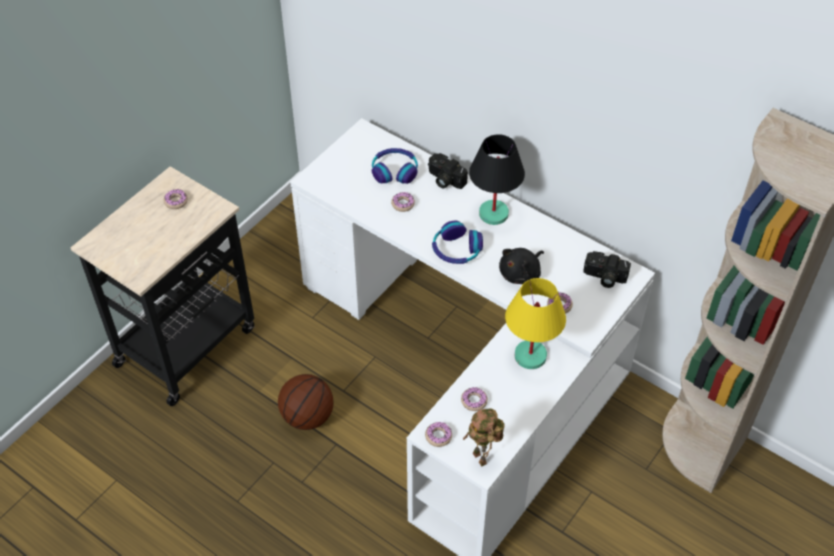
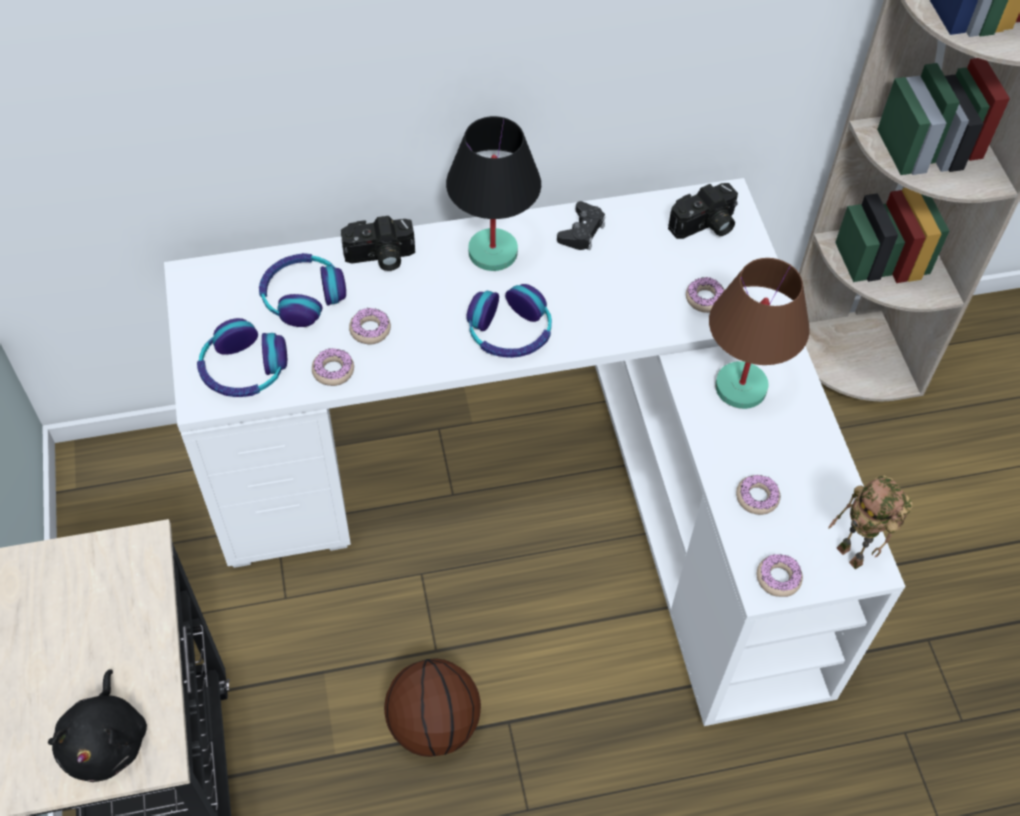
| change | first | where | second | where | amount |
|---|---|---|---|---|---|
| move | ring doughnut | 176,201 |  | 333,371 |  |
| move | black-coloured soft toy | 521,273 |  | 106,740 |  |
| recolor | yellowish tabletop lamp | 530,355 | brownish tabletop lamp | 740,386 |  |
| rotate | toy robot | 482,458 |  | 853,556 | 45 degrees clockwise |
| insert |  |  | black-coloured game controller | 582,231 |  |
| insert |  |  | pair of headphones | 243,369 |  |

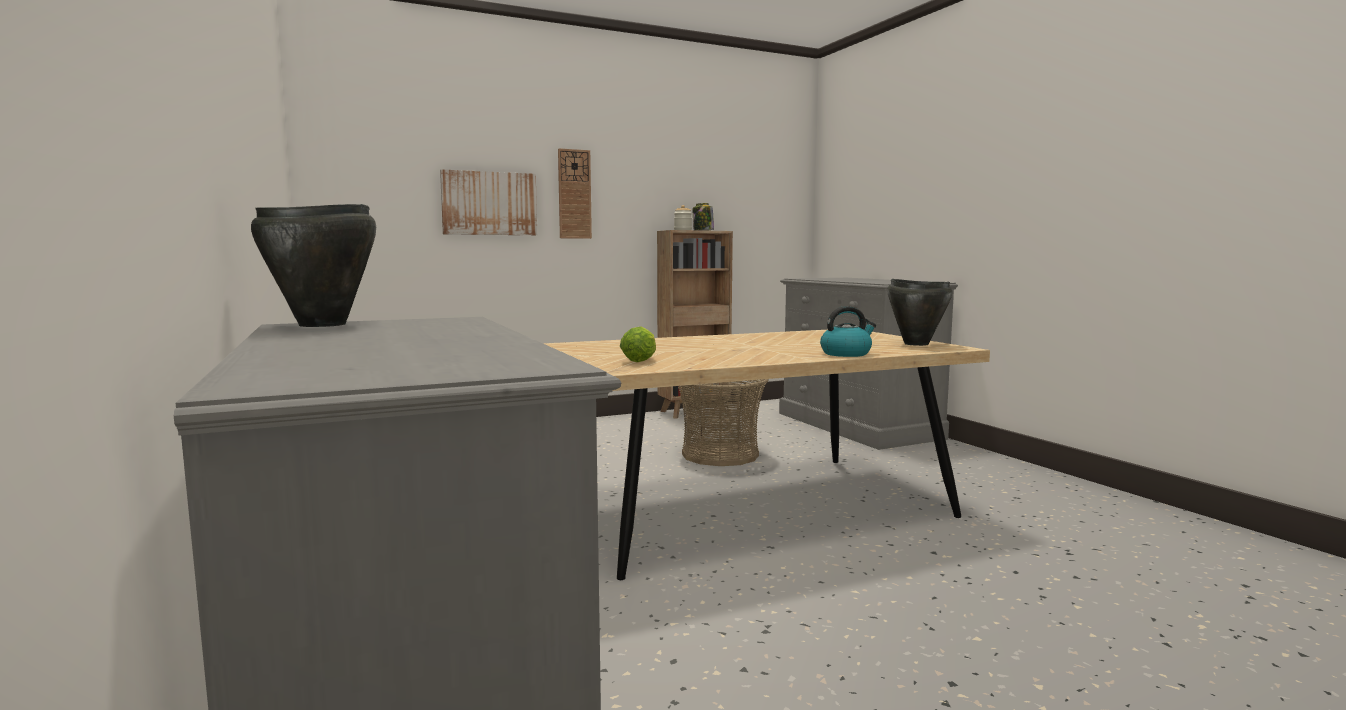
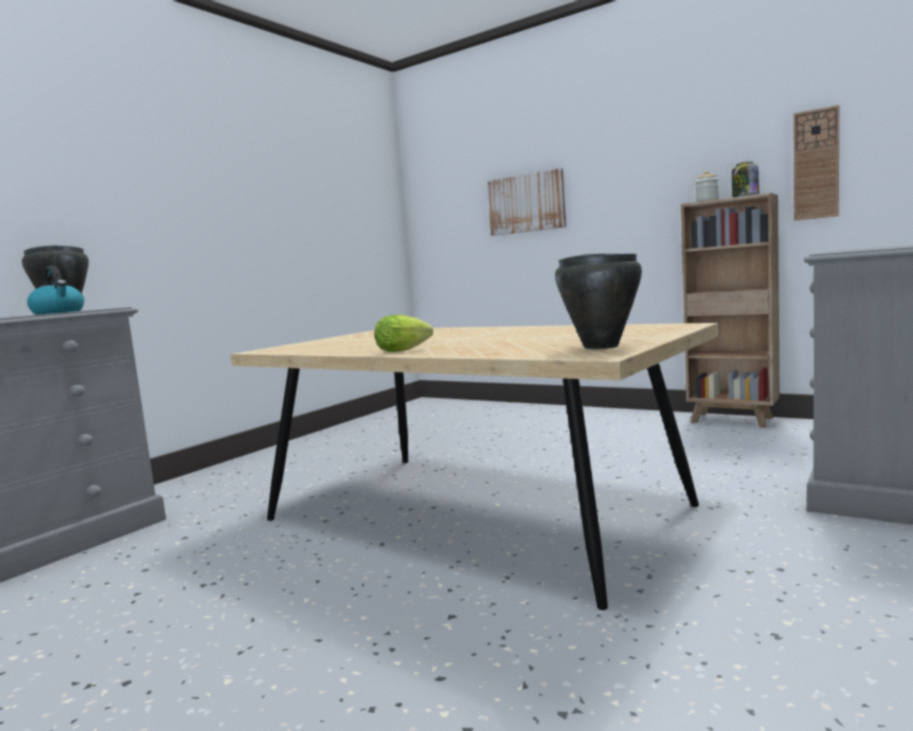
| change | first | where | second | where | amount |
|---|---|---|---|---|---|
| move | clock on the wall | 574,194 |  | 816,164 |  |
| move | kettle | 846,354 |  | 58,312 |  |
| move | head of lettuce | 641,360 |  | 406,350 |  |
| delete | storage basket | 720,455 |  |  |  |

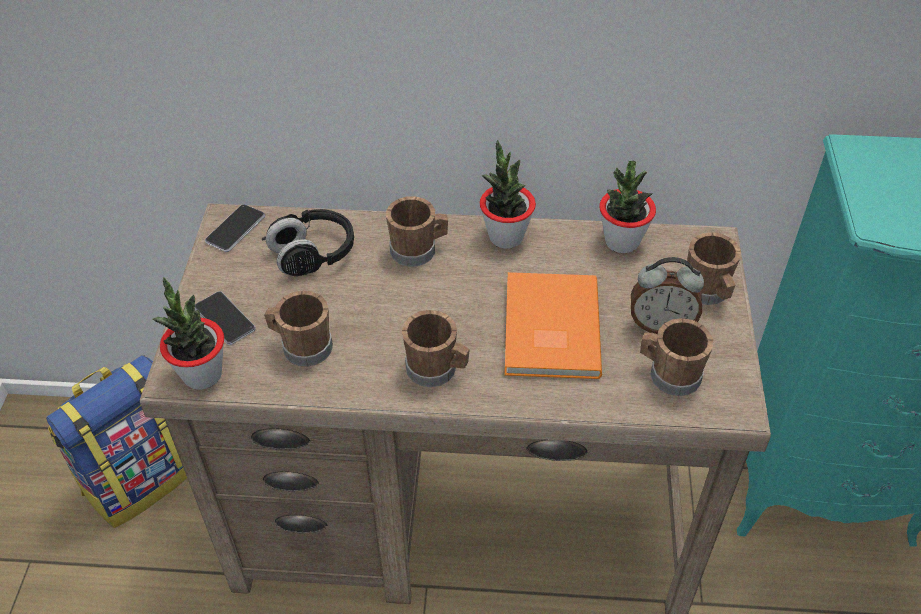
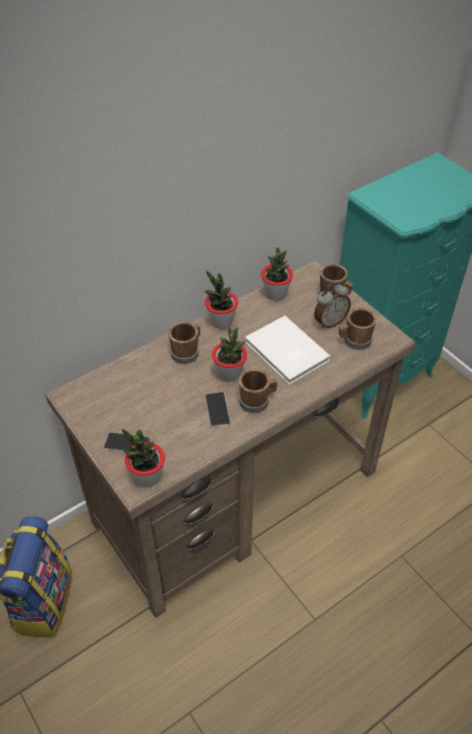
| change | first | where | second | where | amount |
|---|---|---|---|---|---|
| move | telephone | 235,229 |  | 217,410 |  |
| delete | black-coloured pair of headphones | 313,255 |  |  |  |
| recolor | orange-coloured book | 548,329 | white-coloured book | 286,353 |  |
| delete | brownish mug | 302,346 |  |  |  |
| insert |  |  | plant in a pot | 229,374 |  |

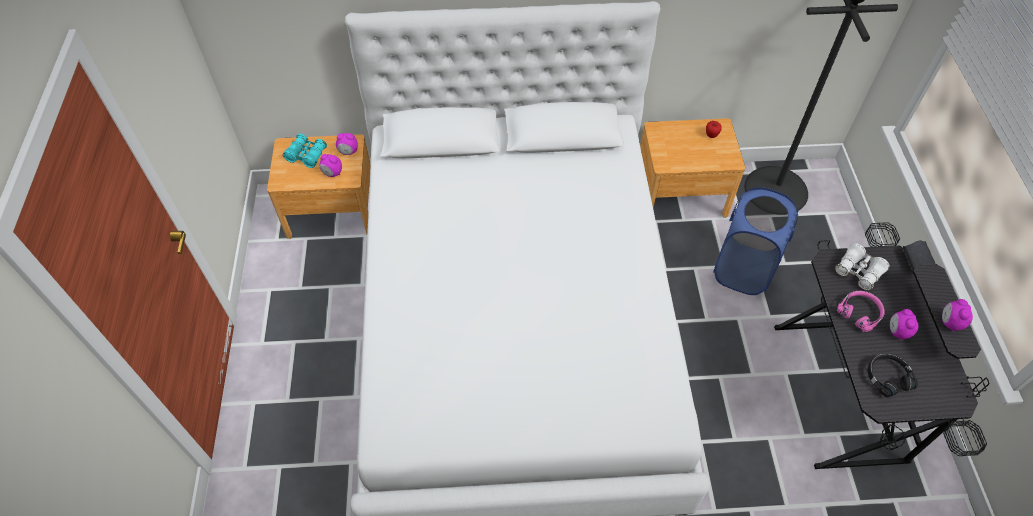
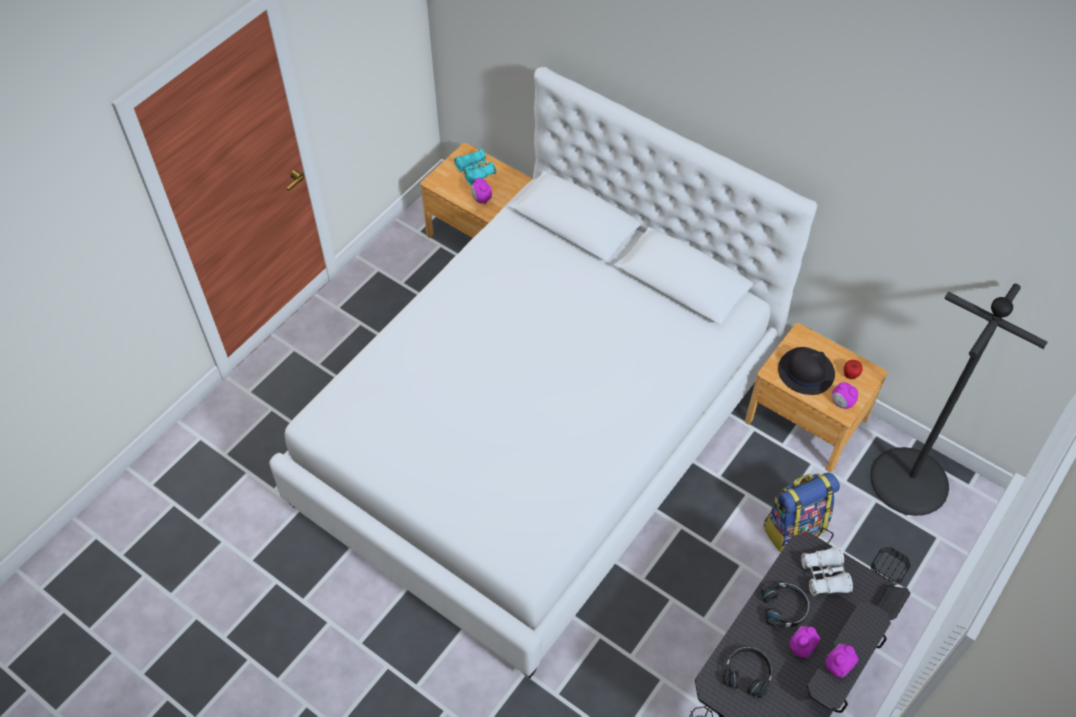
| change | first | where | second | where | amount |
|---|---|---|---|---|---|
| move | bedside clock | 348,152 |  | 841,403 |  |
| replace | blue laundry basket | 742,269 | rucksack | 793,527 |  |
| recolor | pink pair of headphones | 860,312 | black-coloured pair of headphones | 784,607 |  |
| insert |  |  | black-coloured hat | 805,371 |  |

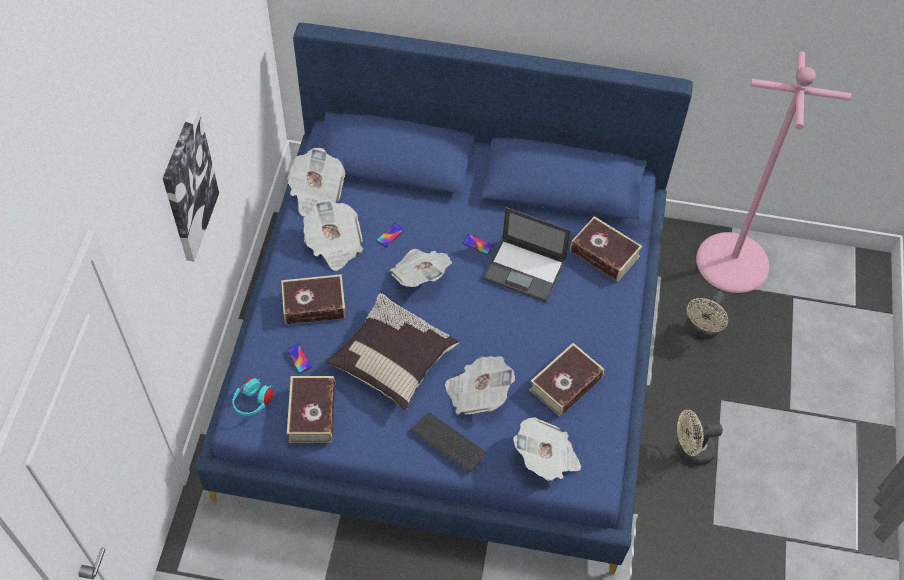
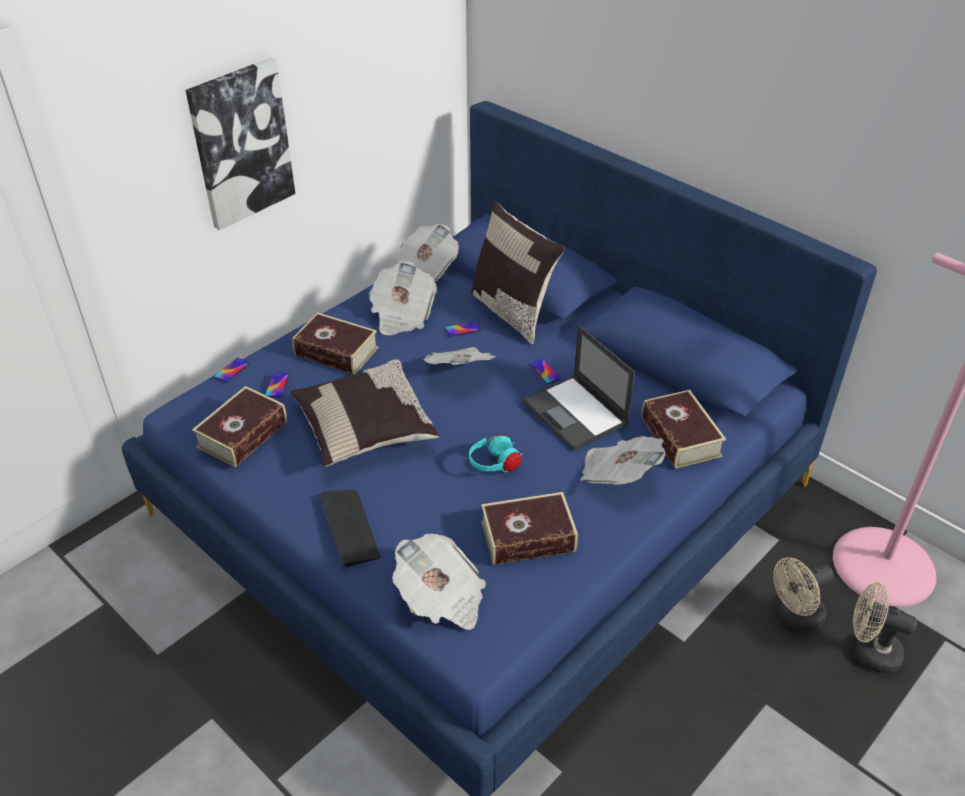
| change | first | where | second | where | amount |
|---|---|---|---|---|---|
| move | printed paper | 477,393 |  | 618,475 |  |
| move | turquoise-coloured pair of headphones | 253,402 |  | 494,465 |  |
| move | beige cooling fan | 691,451 |  | 869,652 |  |
| insert |  |  | throw pillow | 512,312 |  |
| insert |  |  | telephone | 232,370 |  |

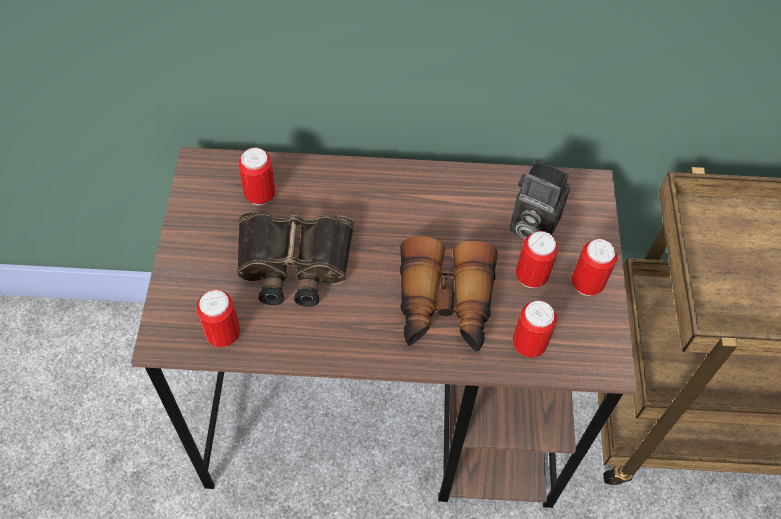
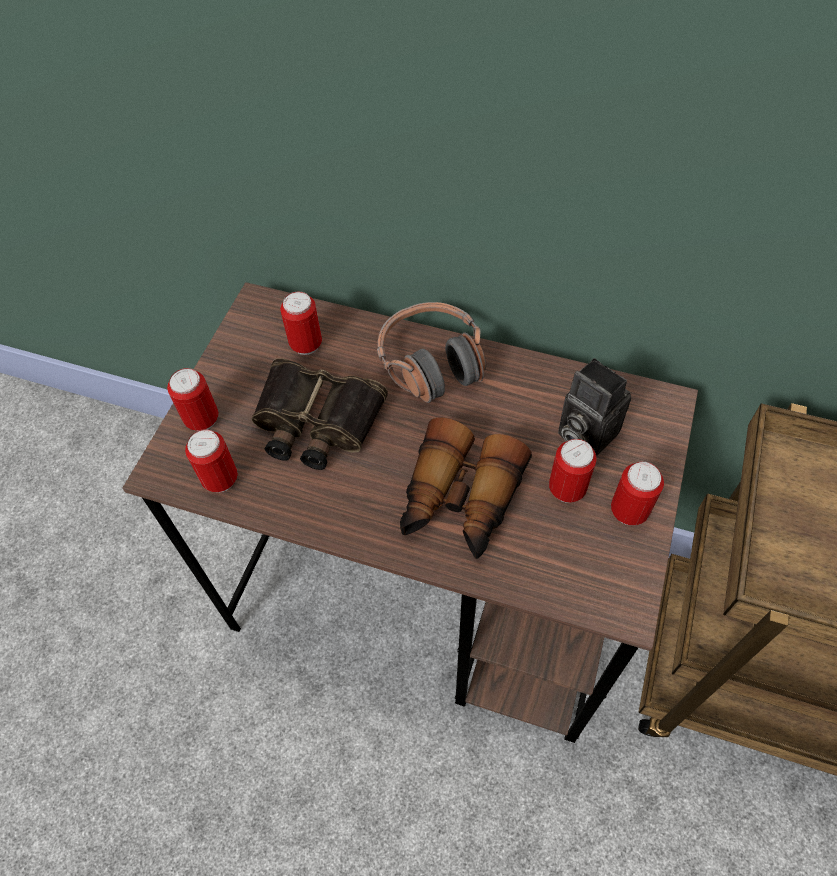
| change | first | where | second | where | amount |
|---|---|---|---|---|---|
| move | can | 528,345 |  | 202,420 |  |
| insert |  |  | pair of headphones | 432,362 |  |

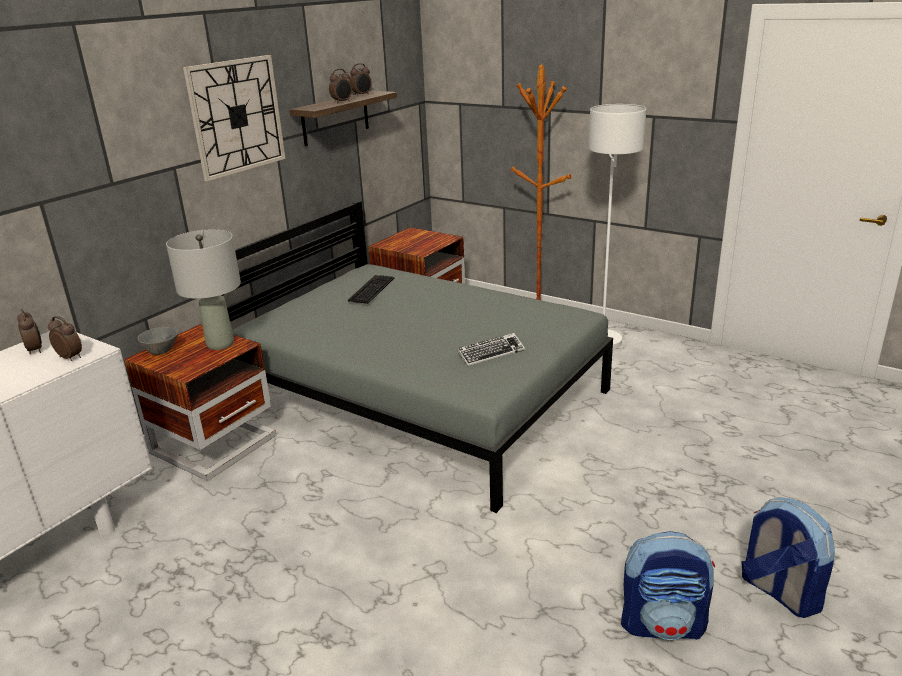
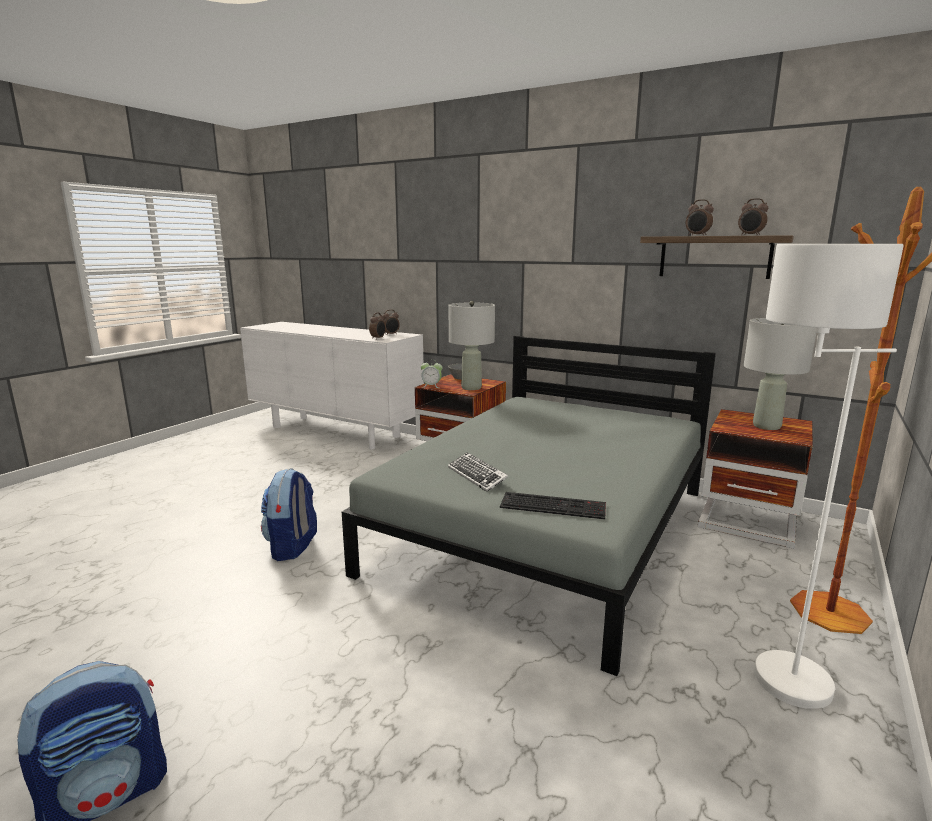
| change | first | where | second | where | amount |
|---|---|---|---|---|---|
| delete | clock on the wall | 236,116 |  |  |  |
| move | computer keyboard | 371,289 |  | 554,505 |  |
| move | rucksack | 663,624 |  | 292,547 |  |
| insert |  |  | grey tabletop lamp | 766,426 |  |
| insert |  |  | bedside clock | 431,386 |  |

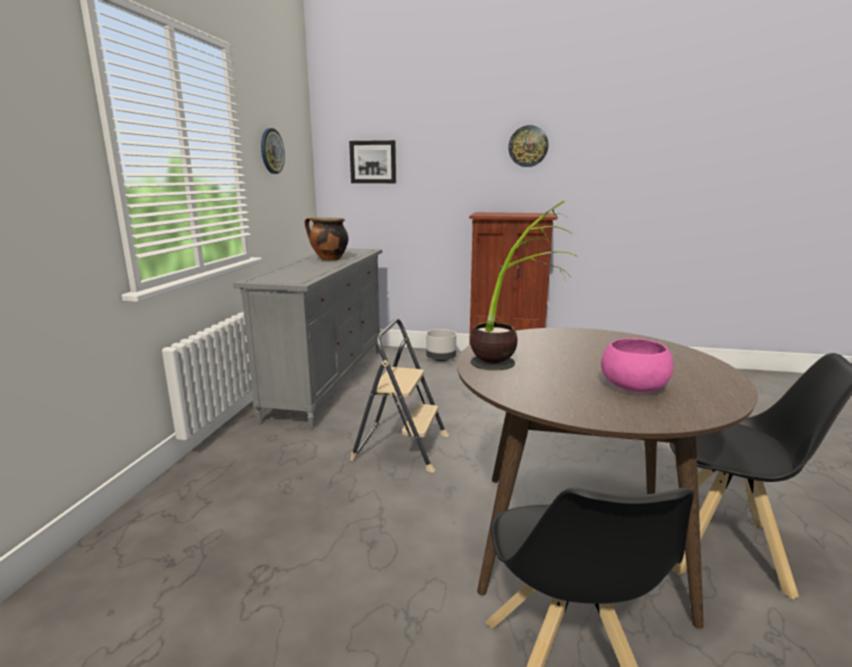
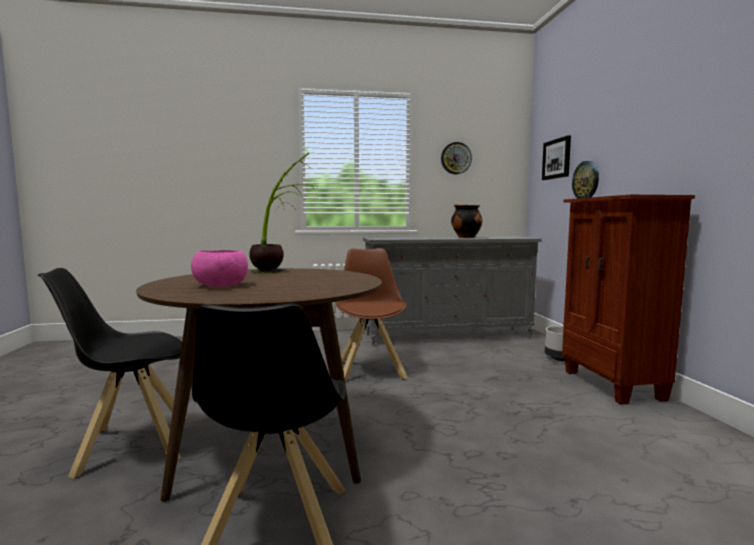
| change | first | where | second | where | amount |
|---|---|---|---|---|---|
| move | clock on the wall | 528,146 |  | 586,180 |  |
| replace | beige step ladder | 397,446 | brownish upright chair | 370,369 |  |

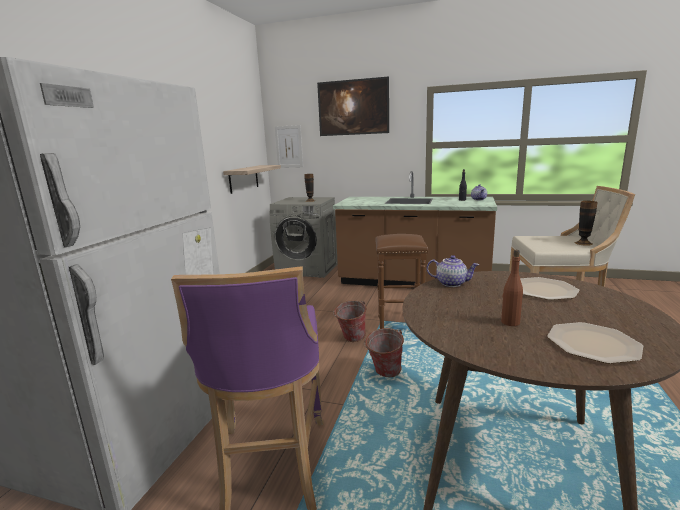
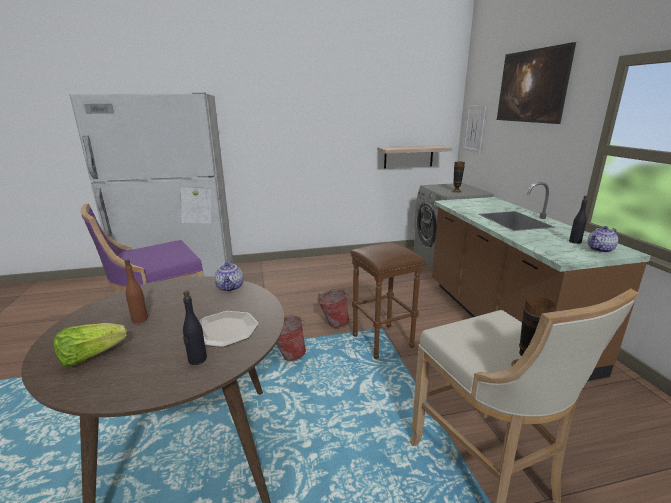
| change | first | where | second | where | amount |
|---|---|---|---|---|---|
| replace | plate | 593,344 | head of lettuce | 91,356 |  |
| insert |  |  | black-coloured bottle | 197,359 |  |

